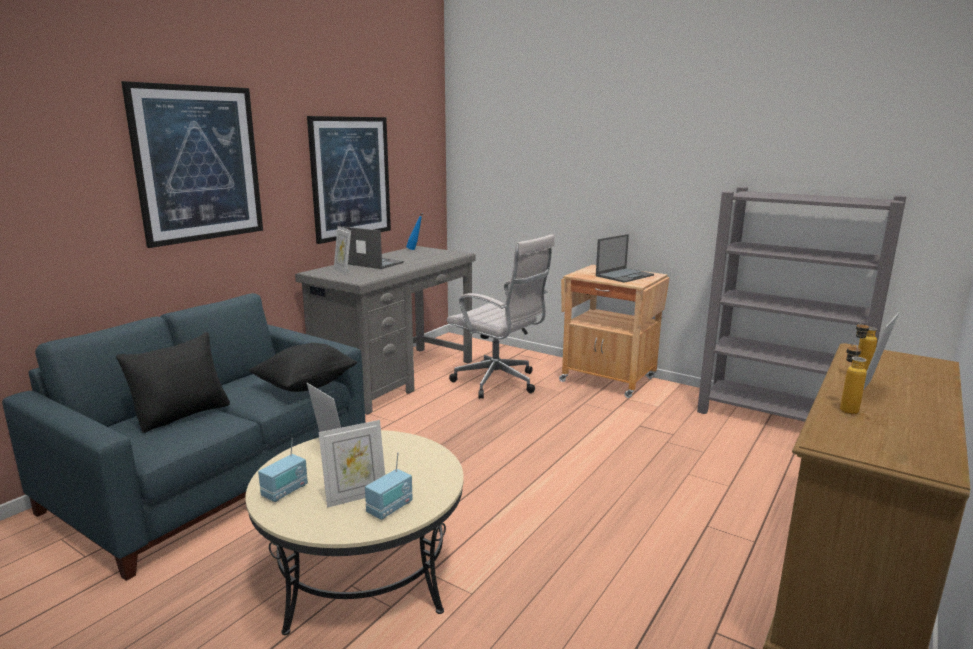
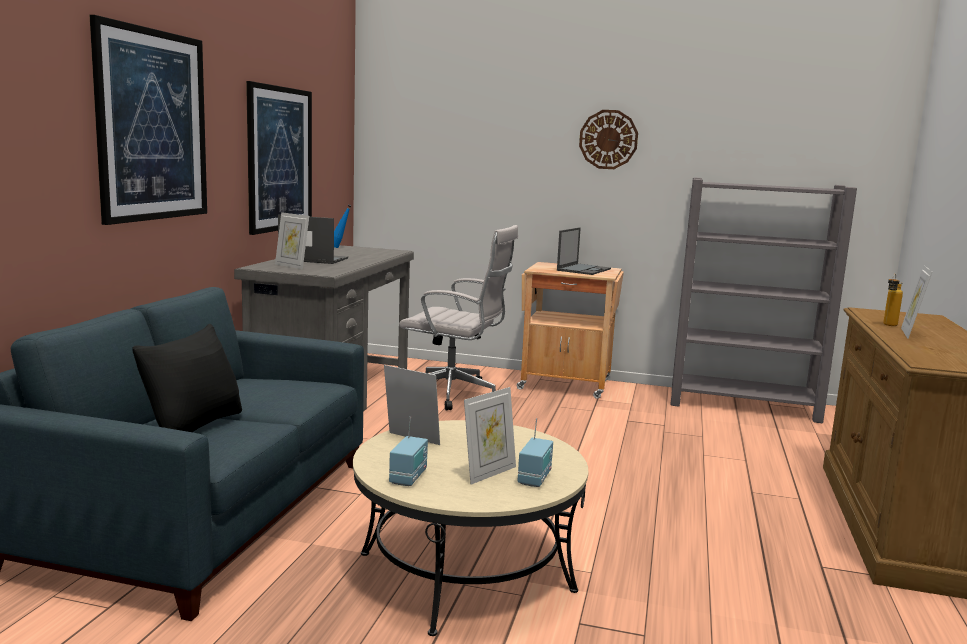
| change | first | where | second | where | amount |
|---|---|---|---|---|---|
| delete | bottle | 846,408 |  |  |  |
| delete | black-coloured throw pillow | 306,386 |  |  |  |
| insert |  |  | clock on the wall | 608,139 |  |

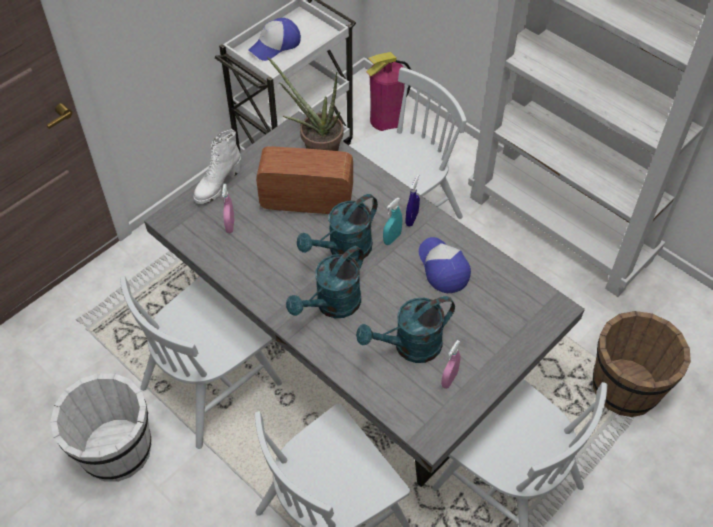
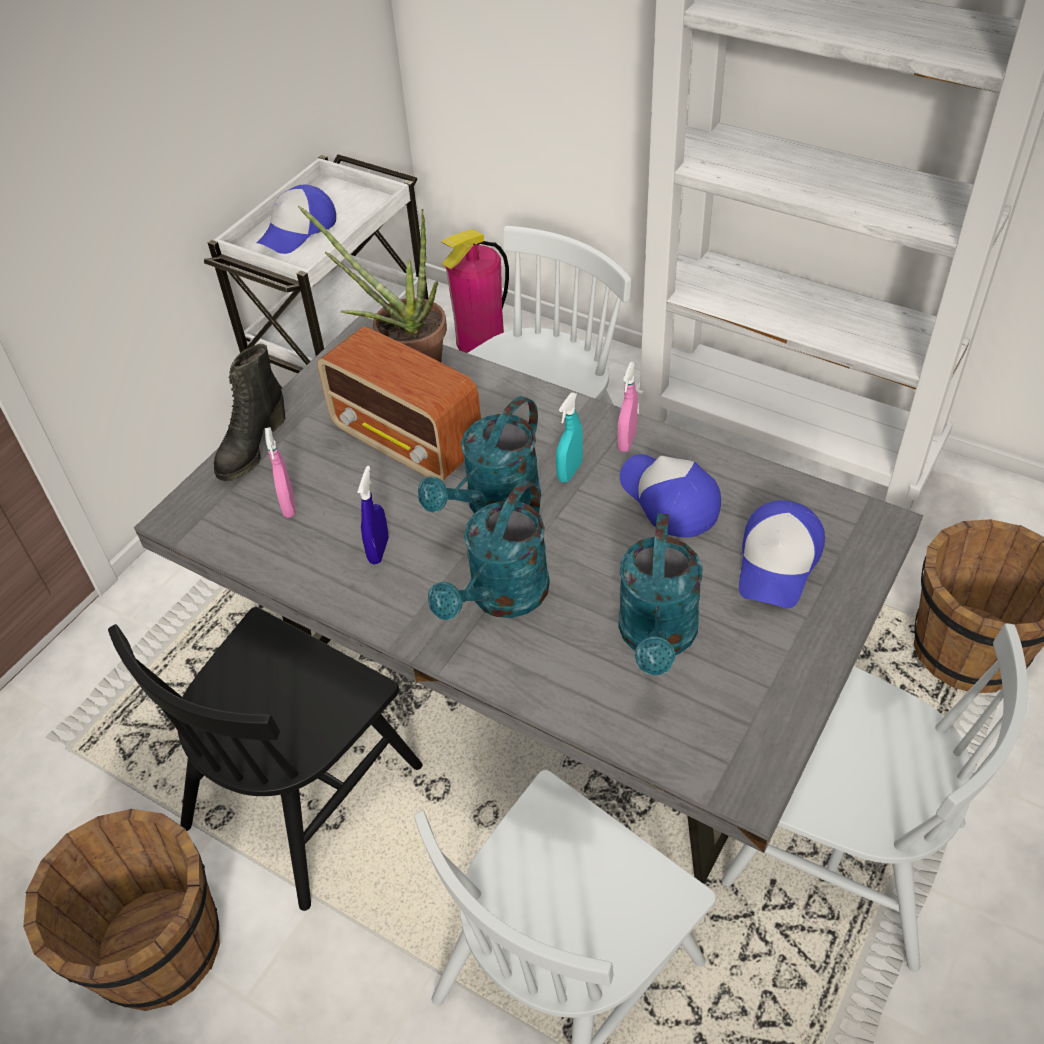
| change | first | where | second | where | amount |
|---|---|---|---|---|---|
| recolor | white-coloured tall boot | 217,185 | black-coloured tall boot | 252,447 |  |
| rotate | radio | 306,200 |  | 408,442 | 135 degrees counterclockwise |
| move | blue sprayer | 411,219 |  | 378,550 |  |
| recolor | white-coloured upright chair | 211,384 | black-coloured upright chair | 303,794 |  |
| rotate | turquoise-coloured sprinkling can | 410,347 |  | 657,638 | 45 degrees counterclockwise |
| move | pink sprayer | 449,379 |  | 627,441 |  |
| recolor | white-coloured water bucket | 115,450 | brownish water bucket | 156,949 |  |
| insert |  |  | cap | 778,563 |  |

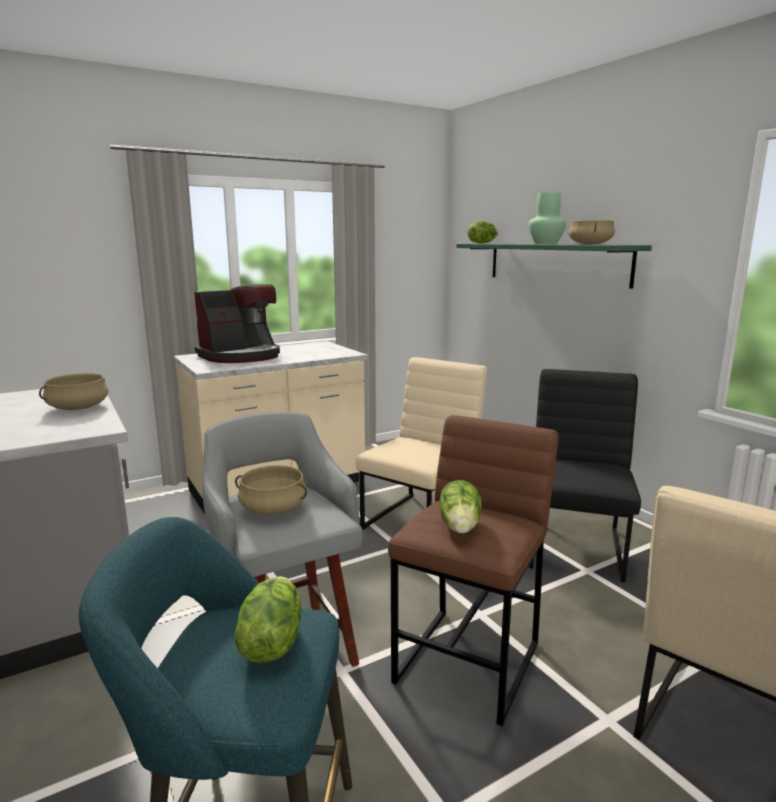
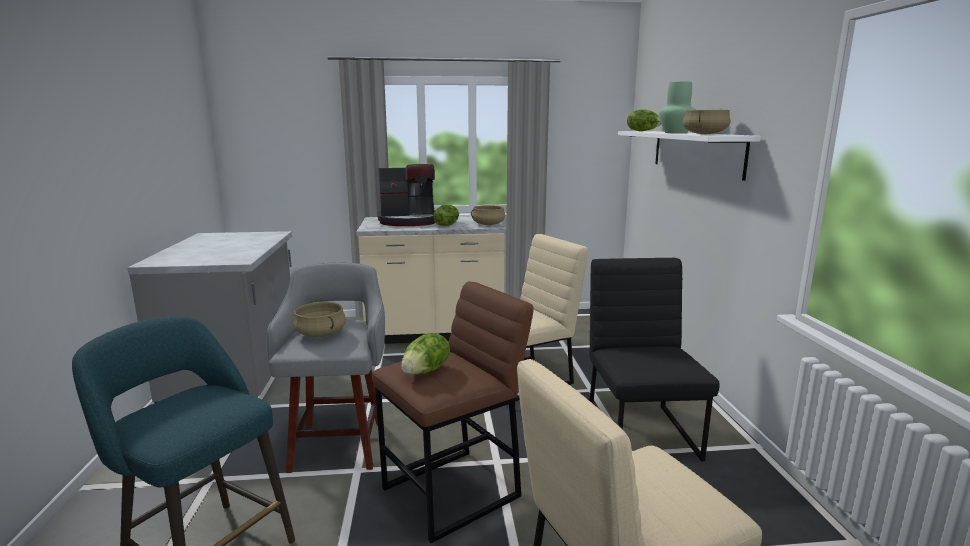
| change | first | where | second | where | amount |
|---|---|---|---|---|---|
| recolor | green shelf | 555,263 | white-coloured shelf | 695,152 |  |
| rotate | black-coloured upright chair | 575,546 |  | 641,430 | 45 degrees counterclockwise |
| move | beige cooking pot | 78,408 |  | 488,224 |  |
| move | head of lettuce | 271,642 |  | 446,225 |  |

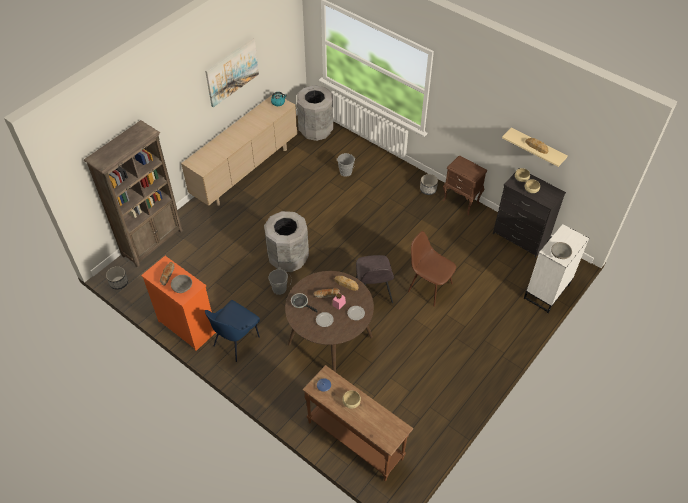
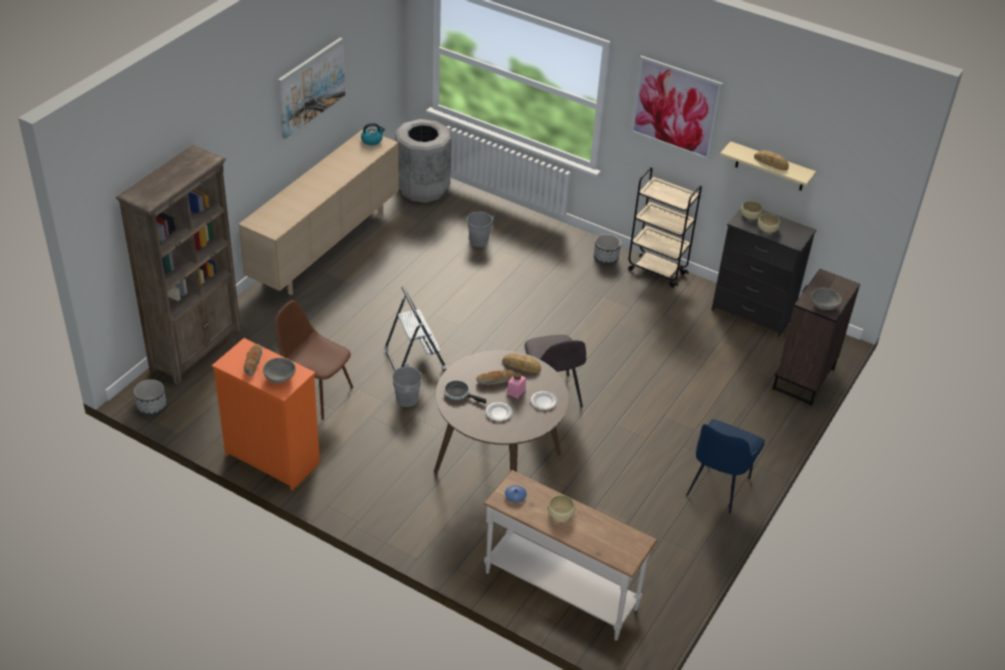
| change | first | where | second | where | amount |
|---|---|---|---|---|---|
| replace | brownish night table | 461,202 | beige cart | 657,271 |  |
| replace | grey rubbish bin | 288,258 | white-coloured step ladder | 412,358 |  |
| recolor | white-coloured drawer chest | 546,292 | brownish drawer chest | 803,379 |  |
| move | brownish upright chair | 429,287 |  | 316,394 |  |
| move | blue upright chair | 236,342 |  | 718,487 |  |
| recolor | brownish narrow table | 355,439 | white-coloured narrow table | 561,589 |  |
| insert |  |  | picture | 675,108 |  |

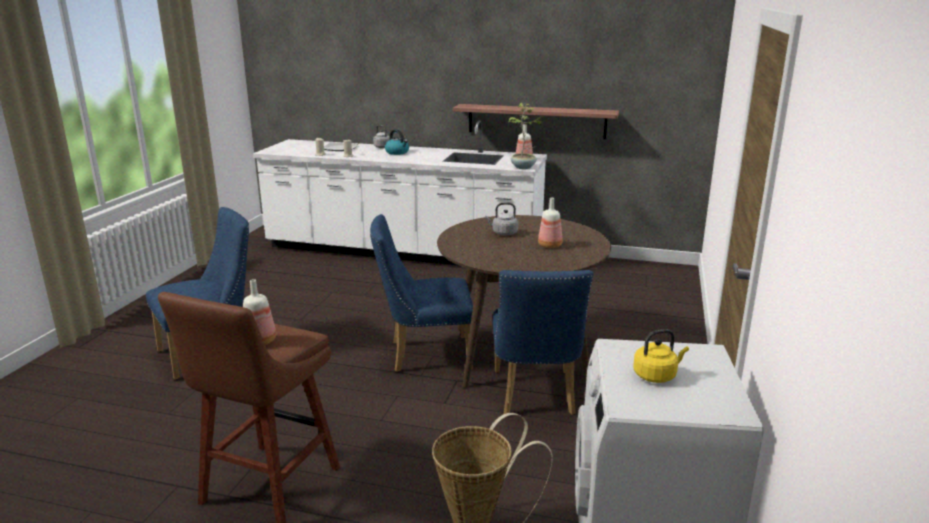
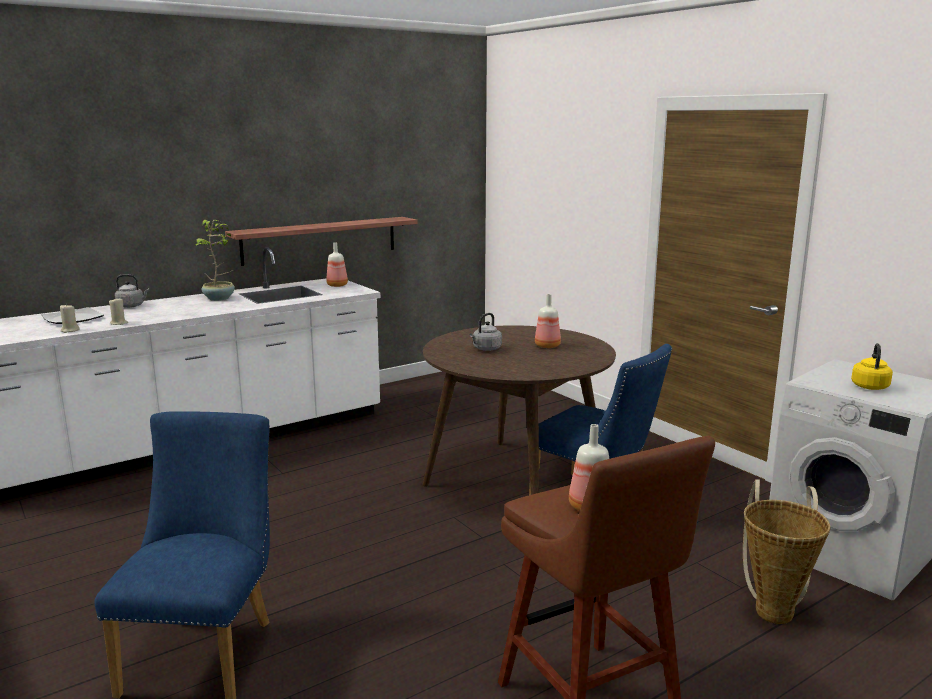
| change | first | where | second | where | amount |
|---|---|---|---|---|---|
| move | plant in a pot | 523,167 |  | 220,298 |  |
| delete | kettle | 397,152 |  |  |  |
| delete | blue upright chair | 424,355 |  |  |  |

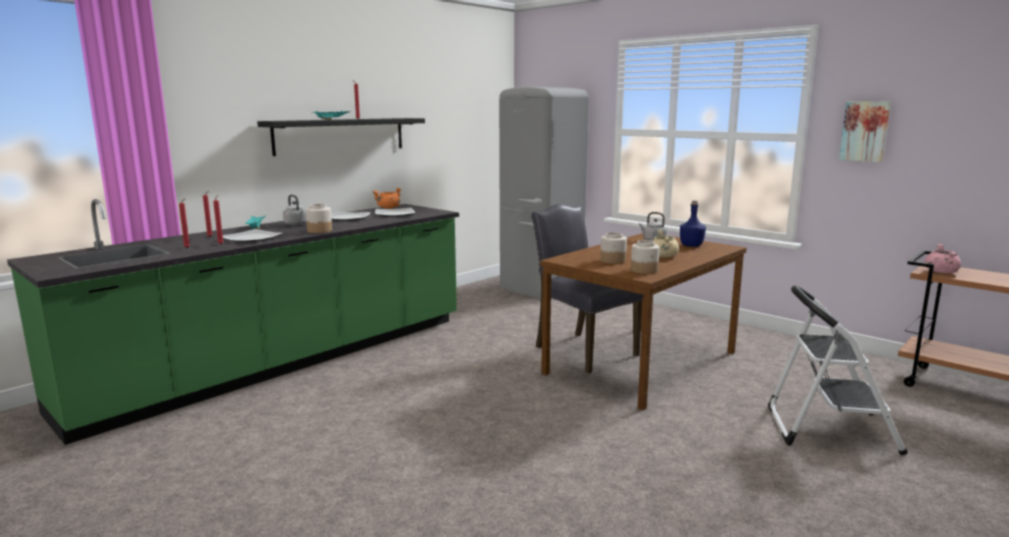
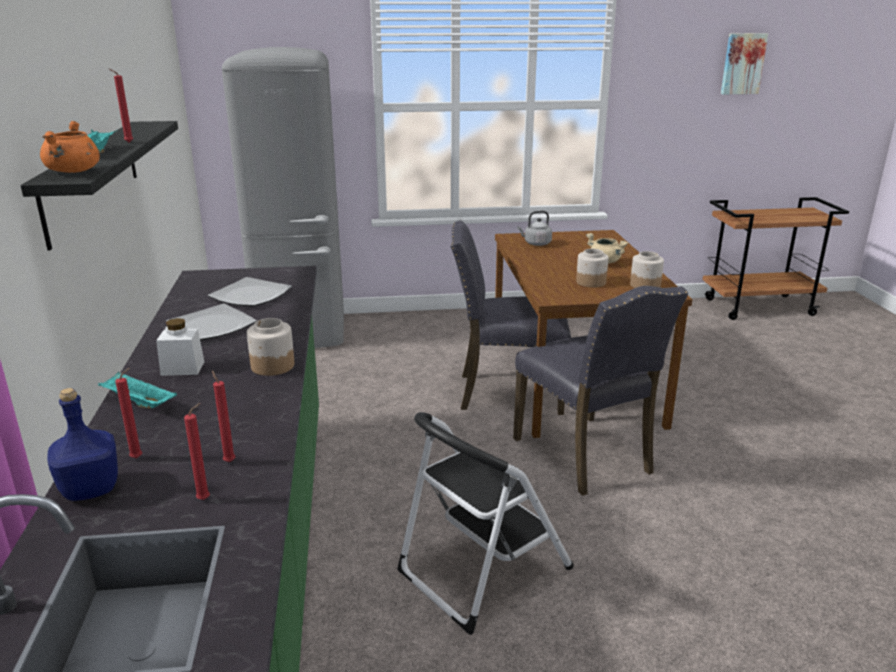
| change | first | where | second | where | amount |
|---|---|---|---|---|---|
| move | picture | 865,131 |  | 742,63 |  |
| move | orange-coloured cooking pot | 388,208 |  | 73,171 |  |
| replace | grey kettle | 297,224 | white-coloured jar | 182,368 |  |
| move | blue bottle | 691,245 |  | 90,489 |  |
| delete | plate | 251,238 |  |  |  |
| delete | pink cooking pot | 940,272 |  |  |  |
| move | step ladder | 826,428 |  | 480,571 |  |
| insert |  |  | grey upright chair | 586,456 |  |

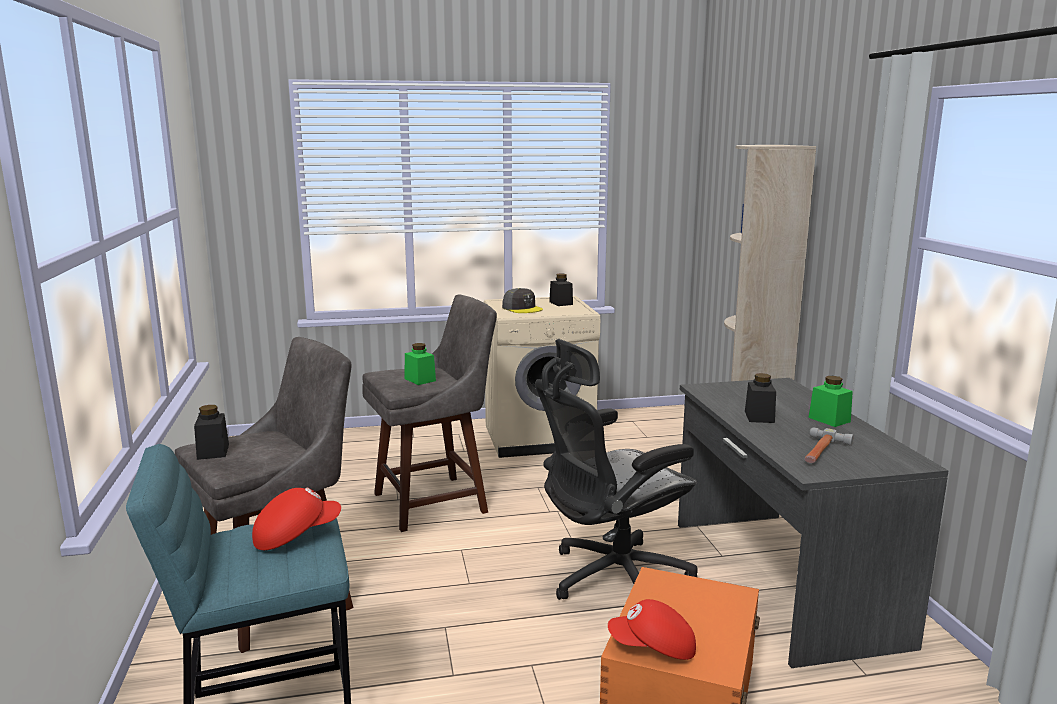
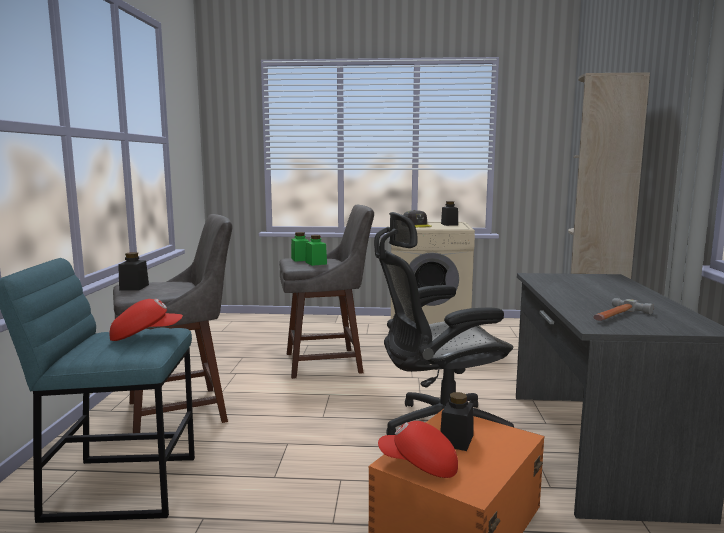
| change | first | where | second | where | amount |
|---|---|---|---|---|---|
| move | black-coloured jar | 759,417 |  | 456,440 |  |
| move | green jar | 829,419 |  | 300,259 |  |

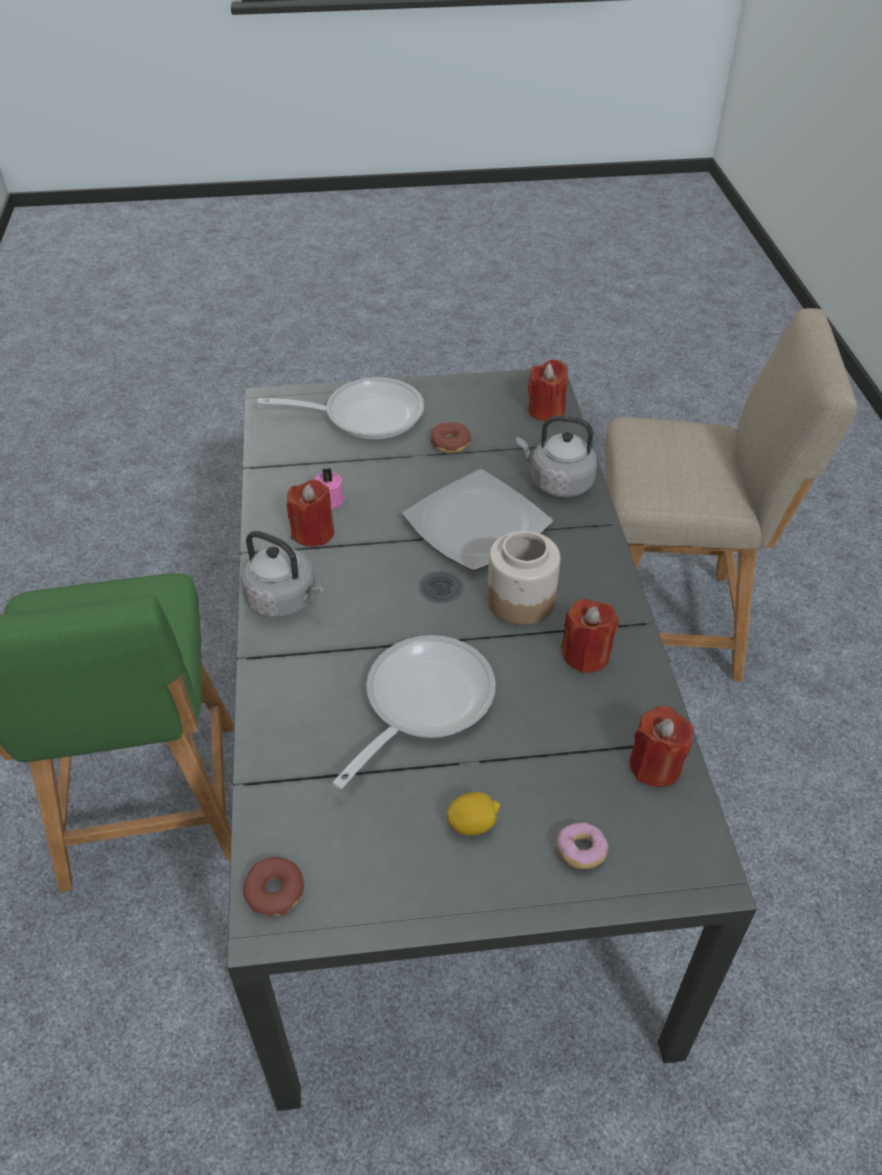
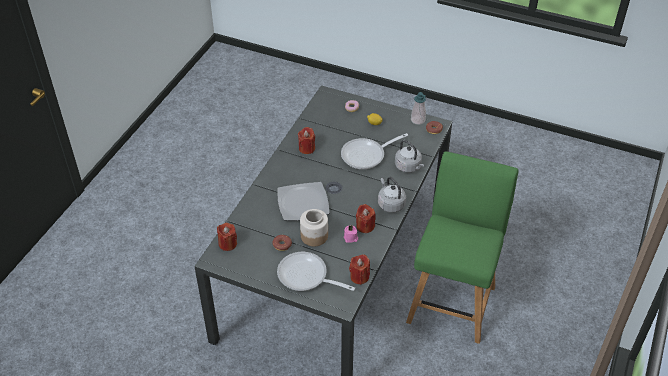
| change | first | where | second | where | amount |
|---|---|---|---|---|---|
| delete | beige upright chair | 671,622 |  |  |  |
| move | grey kettle | 557,483 |  | 409,167 |  |
| move | jar | 522,600 |  | 314,236 |  |
| move | red-coloured wax candle | 655,765 |  | 359,277 |  |
| insert |  |  | soap dispenser | 418,120 |  |

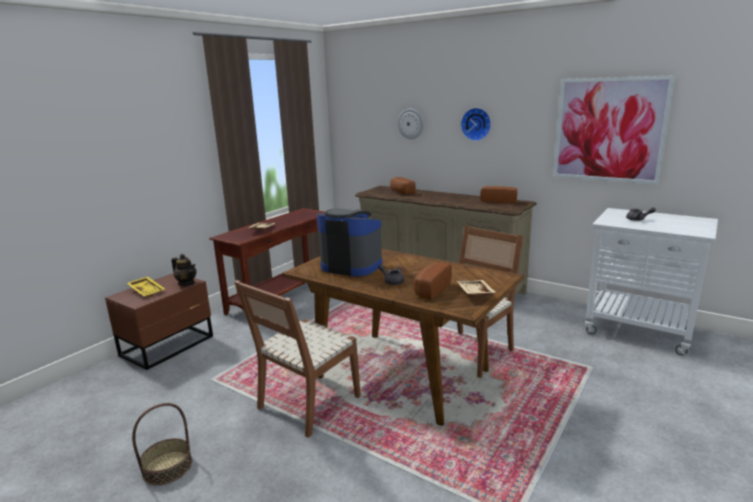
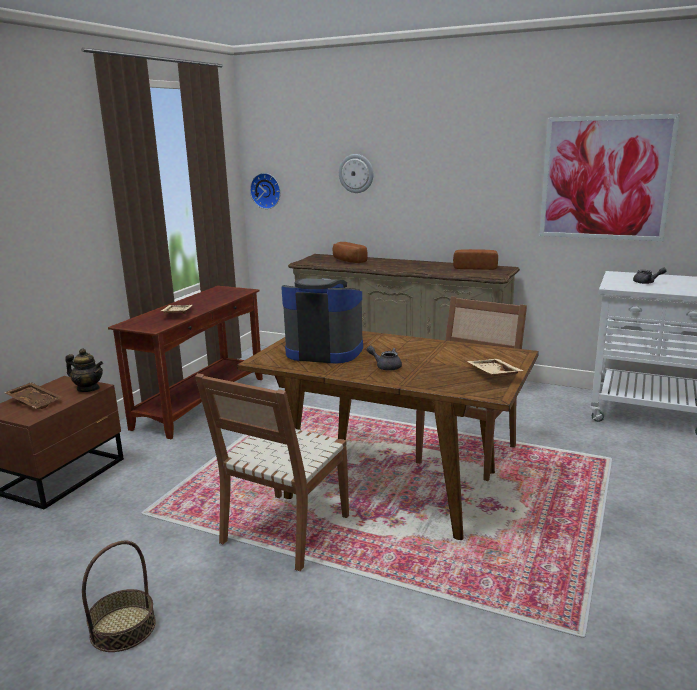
| change | first | where | second | where | amount |
|---|---|---|---|---|---|
| move | clock on the wall | 476,124 |  | 266,190 |  |
| delete | baked bread | 430,289 |  |  |  |
| recolor | yellowish tray | 147,291 | brownish tray | 36,401 |  |

